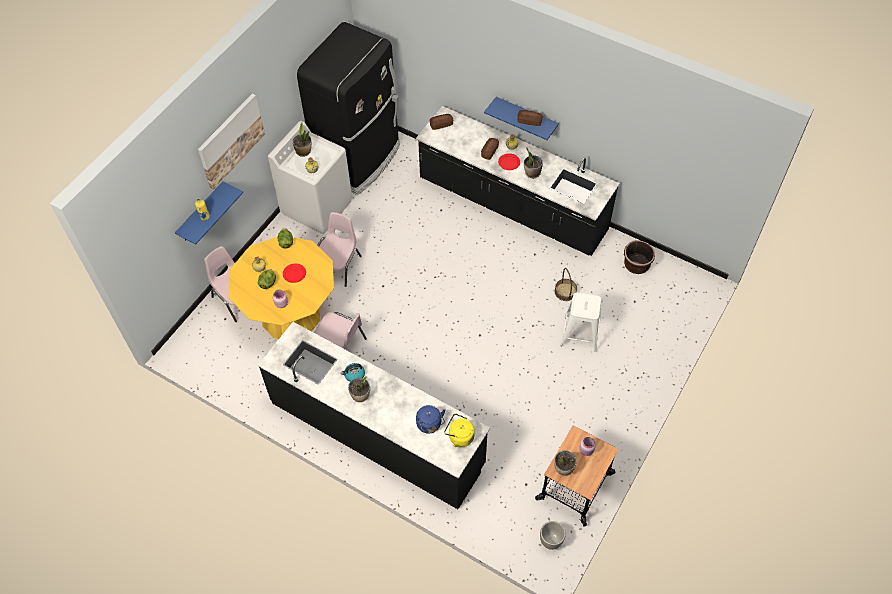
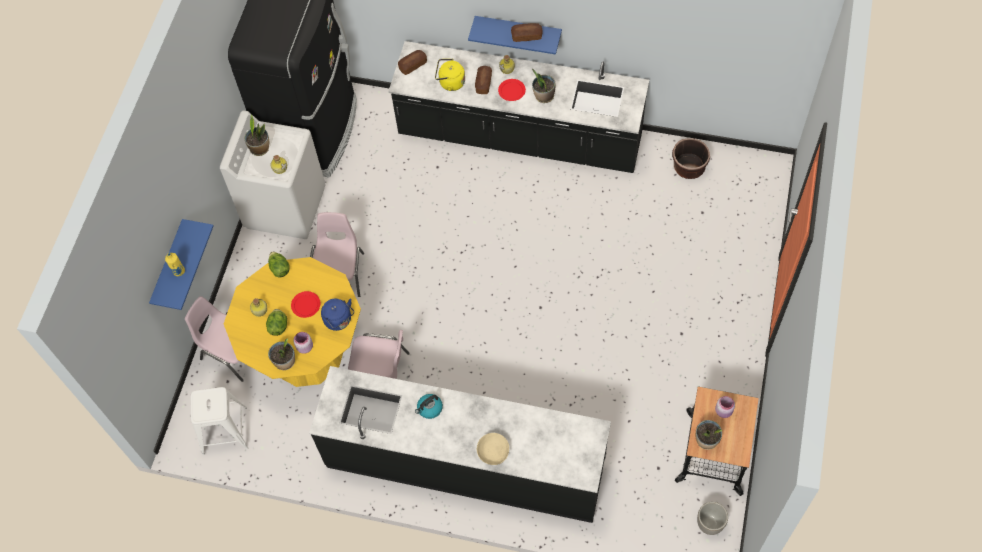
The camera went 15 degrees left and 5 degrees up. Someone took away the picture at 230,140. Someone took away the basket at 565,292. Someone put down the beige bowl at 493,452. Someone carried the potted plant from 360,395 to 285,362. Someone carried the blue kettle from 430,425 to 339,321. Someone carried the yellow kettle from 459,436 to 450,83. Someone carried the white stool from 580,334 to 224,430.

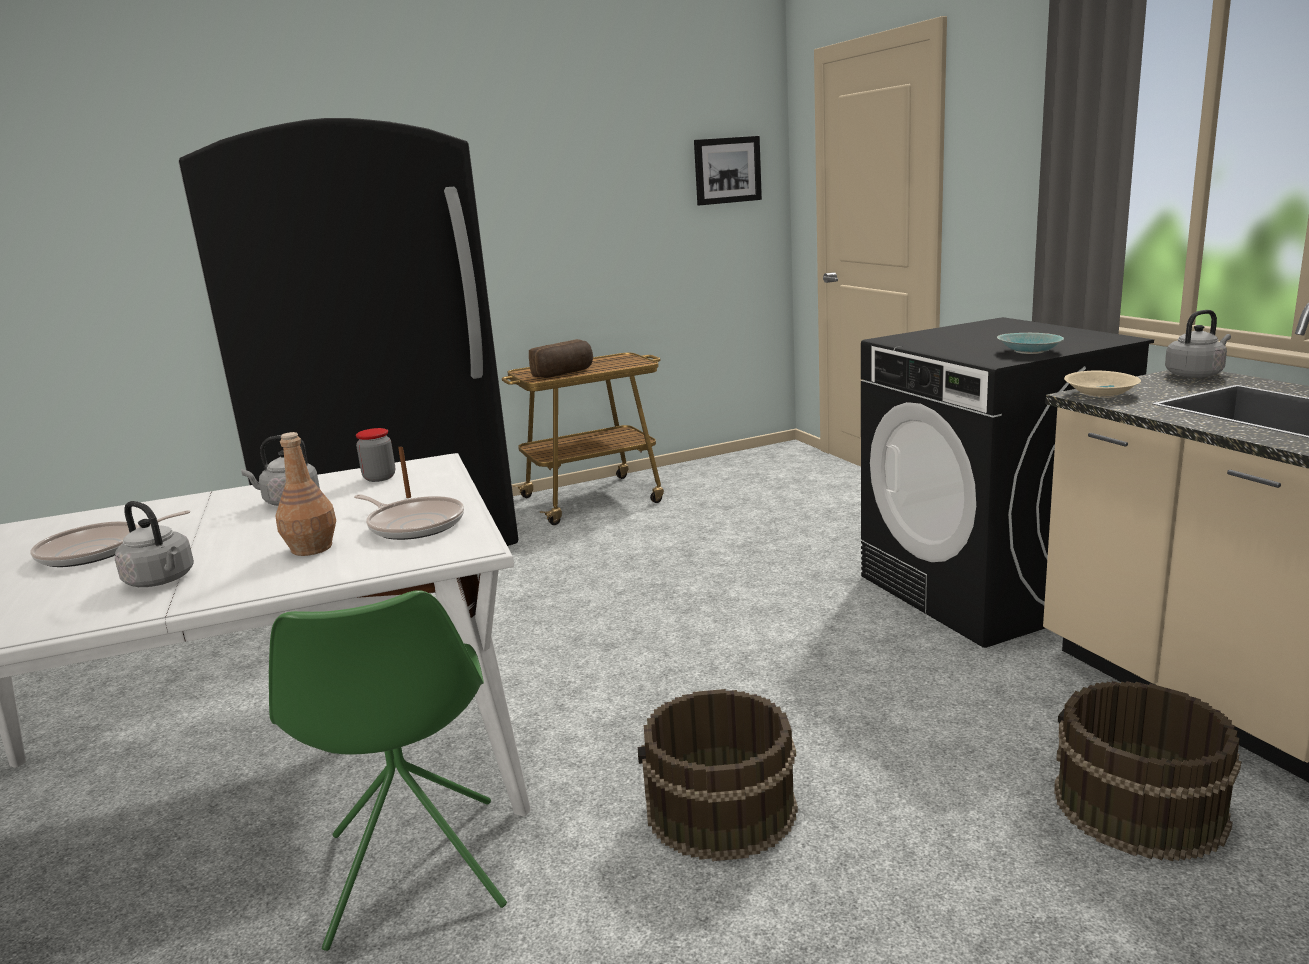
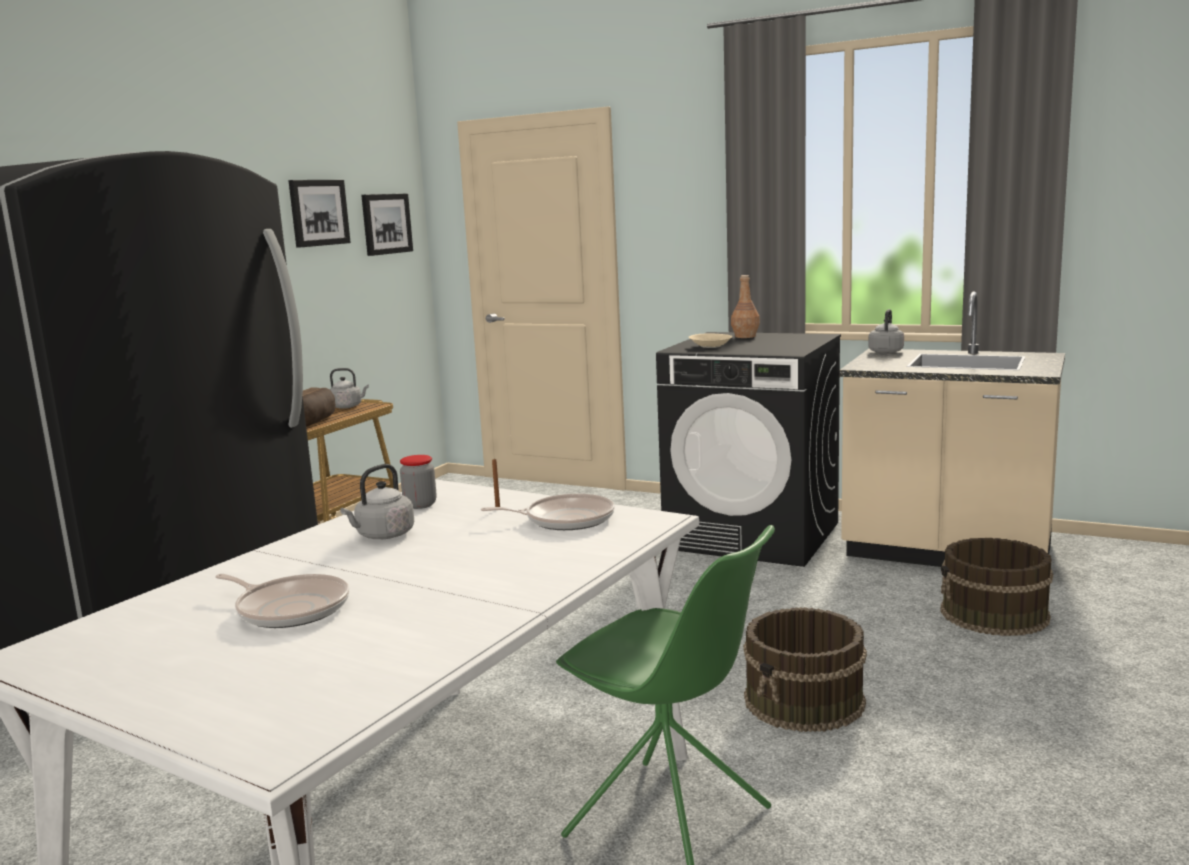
The camera went 40 degrees left and 5 degrees down. Someone took away the turquoise bowl at 1029,351. Someone put up the picture at 318,212. Someone carried the grey kettle from 162,580 to 348,406. Someone carried the brown bottle from 312,548 to 745,336. Someone carried the beige bowl from 1103,394 to 711,346. Someone rotated the frying pan at 97,551 by 75 degrees counterclockwise.

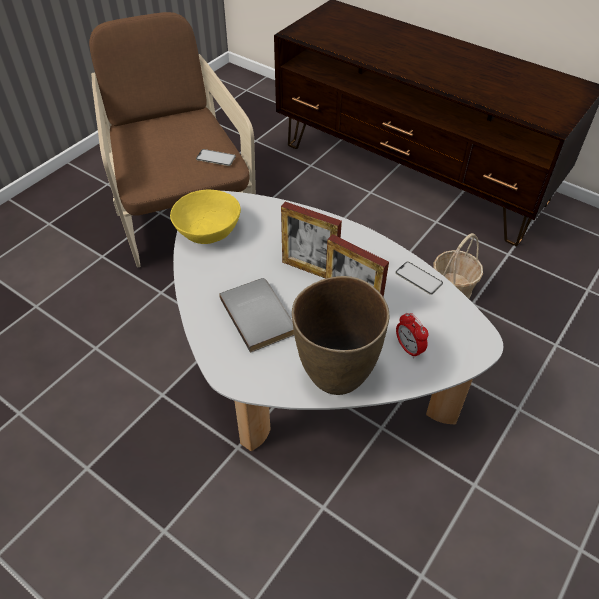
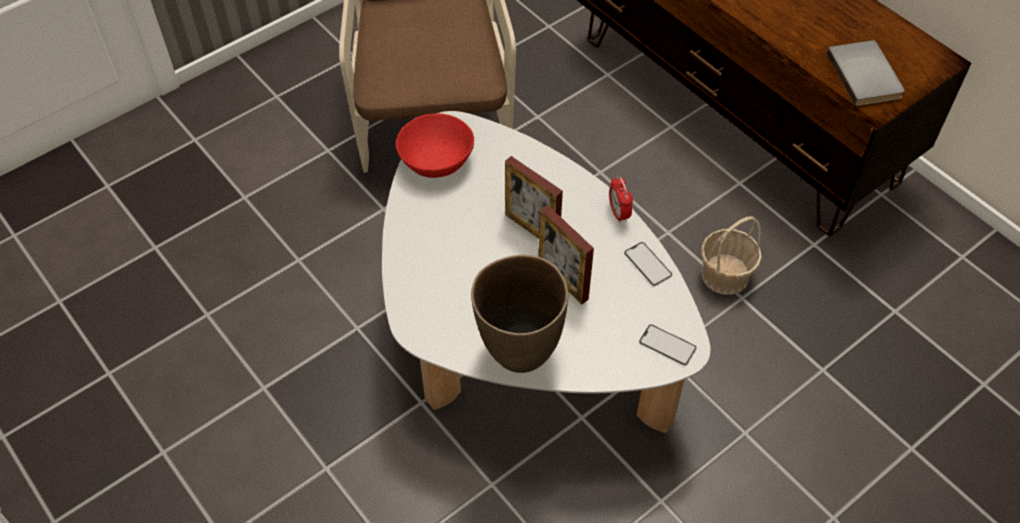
The camera went 15 degrees right and 5 degrees up. Someone carried the phone from 216,158 to 667,345. Someone carried the grey book from 260,315 to 866,75. Someone carried the alarm clock from 409,348 to 618,213. Someone repainted the yellow bowl at 207,231, which became the red bowl at 436,160.

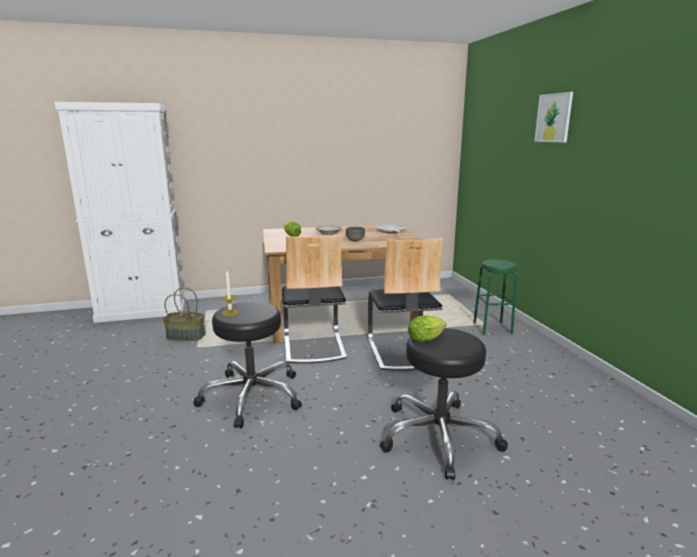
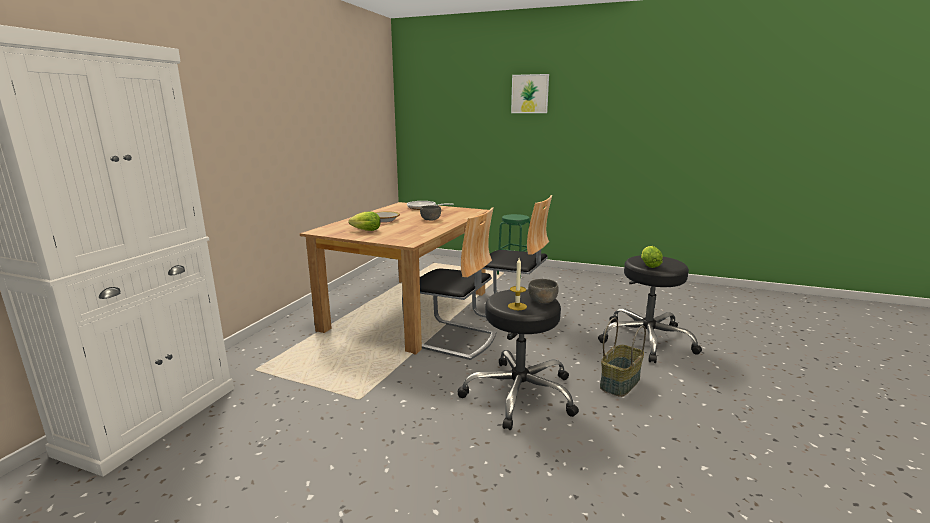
The camera went 55 degrees left and 0 degrees up. Someone put down the grey bowl at 542,301. Someone carried the basket from 186,336 to 619,382.

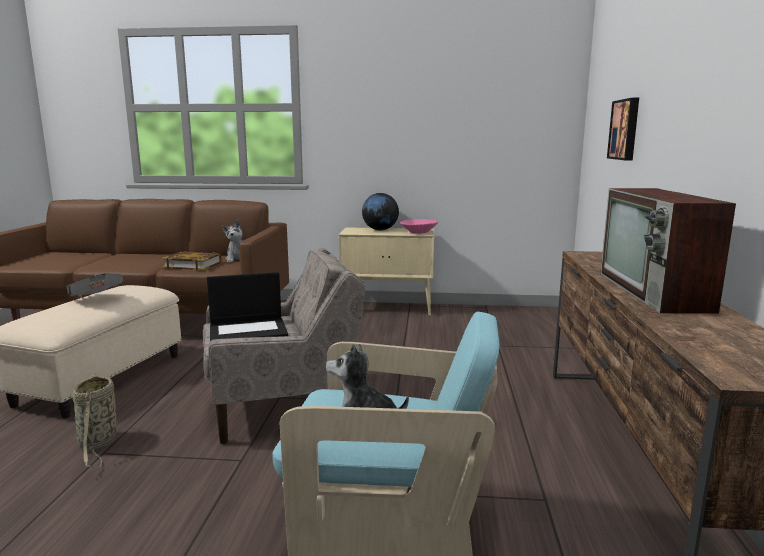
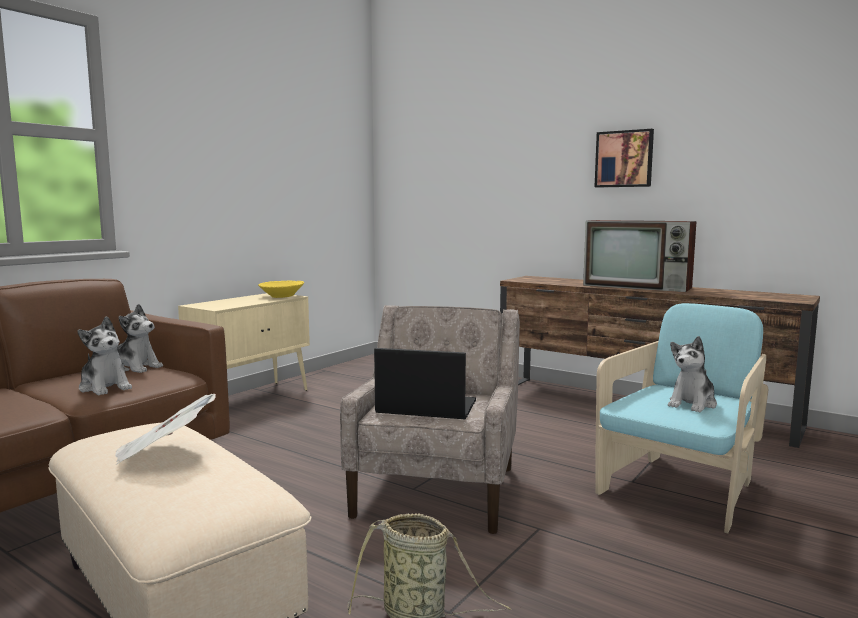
The camera went 60 degrees left and 5 degrees down. Someone took away the globe at 380,230. Someone carried the picture from 625,129 to 624,159. Someone swapped the book at 192,265 for the plush toy at 105,387. Someone repainted the pink bowl at 418,232, which became the yellow bowl at 281,296. Someone rotated the laptop at 249,331 by 90 degrees counterclockwise.

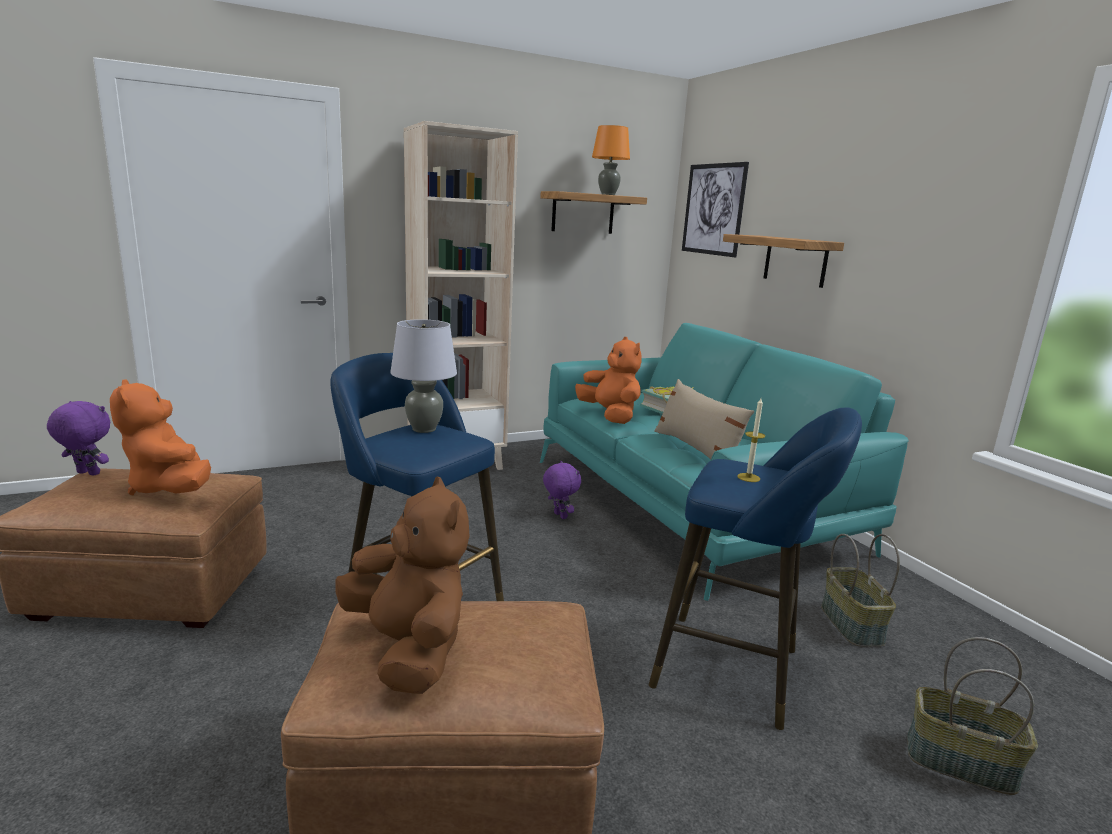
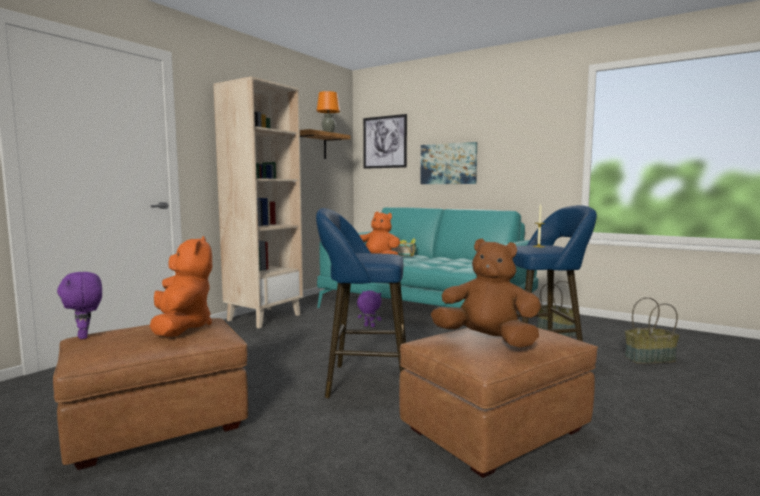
The camera went 30 degrees left and 10 degrees down. Someone took away the grey table lamp at 424,429. Someone took away the beige pillow at 696,450. Someone swapped the shelf at 795,261 for the picture at 448,164. Someone rotated the purple plush toy at 86,474 by 105 degrees counterclockwise. Someone rotated the orange plush toy at 170,488 by 135 degrees counterclockwise.

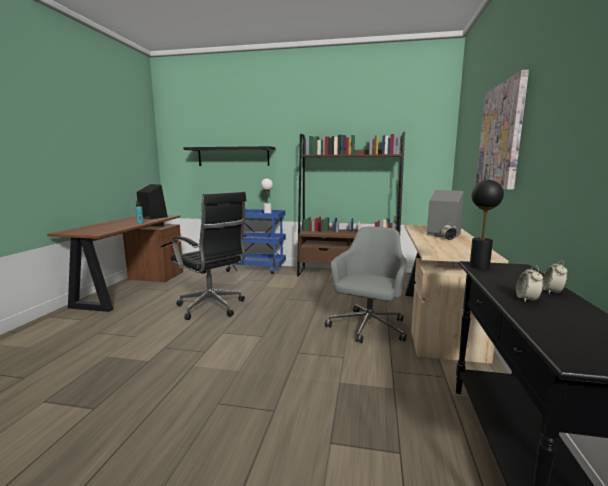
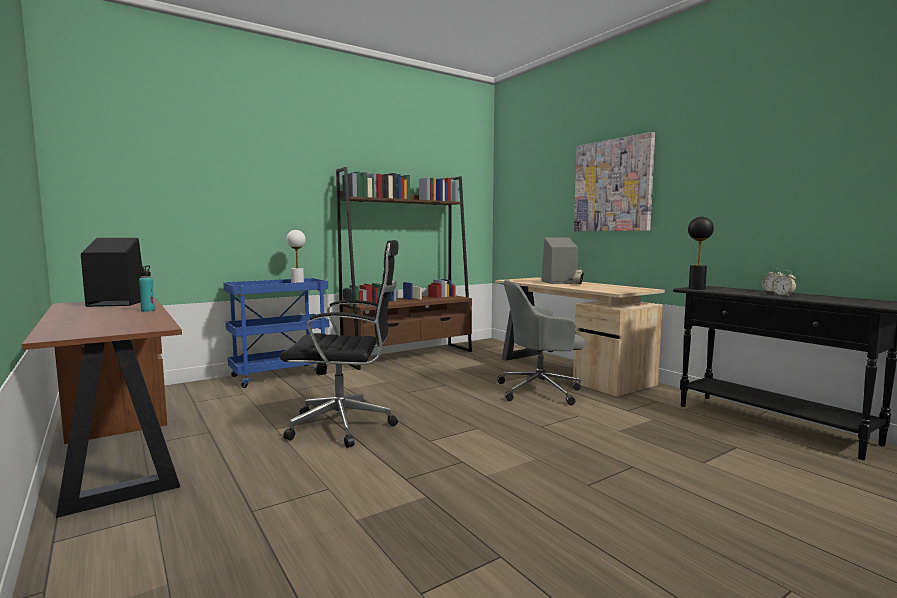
The camera went 45 degrees left and 5 degrees down. Someone took away the black shelf at 233,156. Someone rotated the grey office chair at 367,328 by 75 degrees counterclockwise.

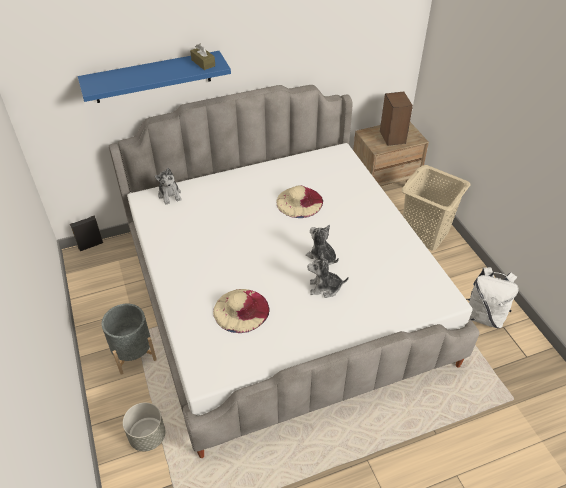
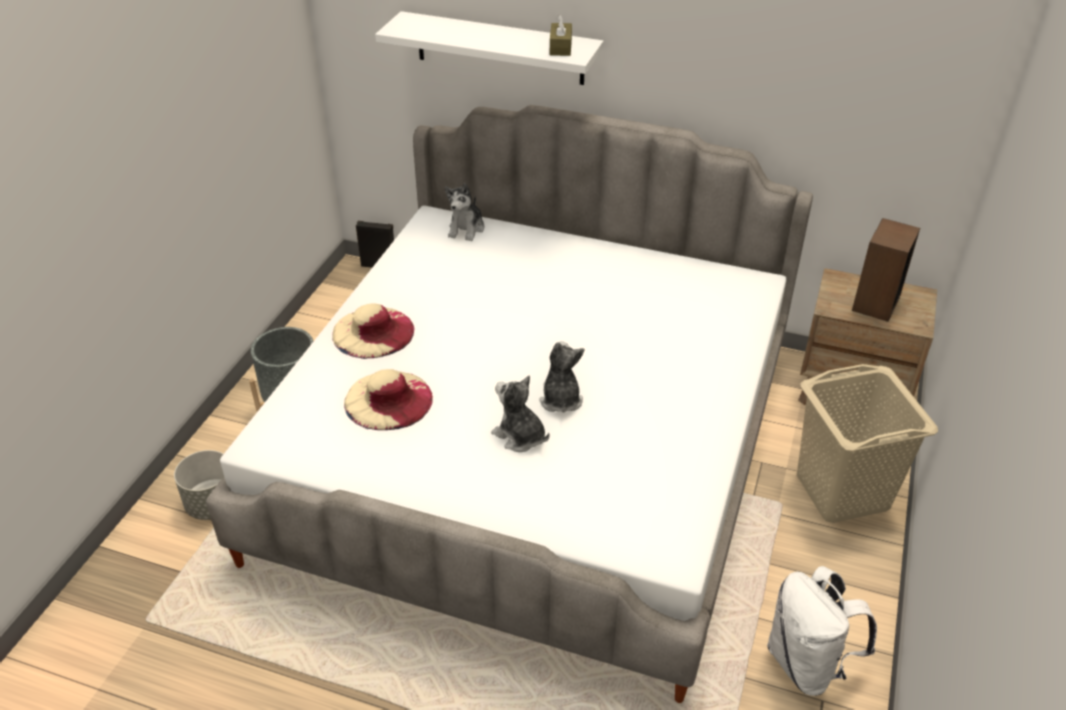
The camera went 40 degrees right and 5 degrees down. Someone carried the beige hat from 299,202 to 373,332. Someone repainted the blue shelf at 152,77, which became the white shelf at 500,48.

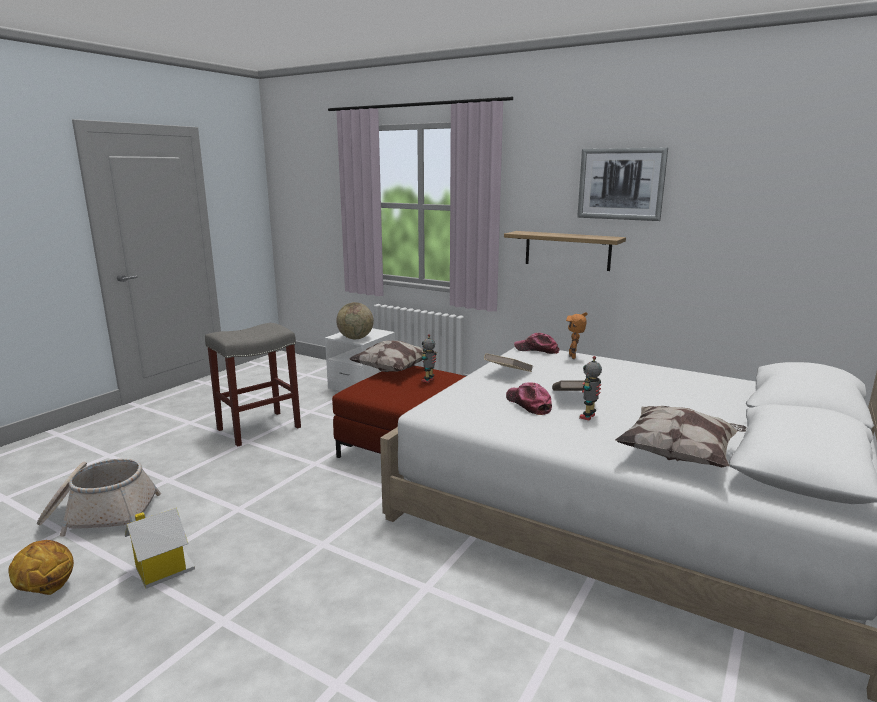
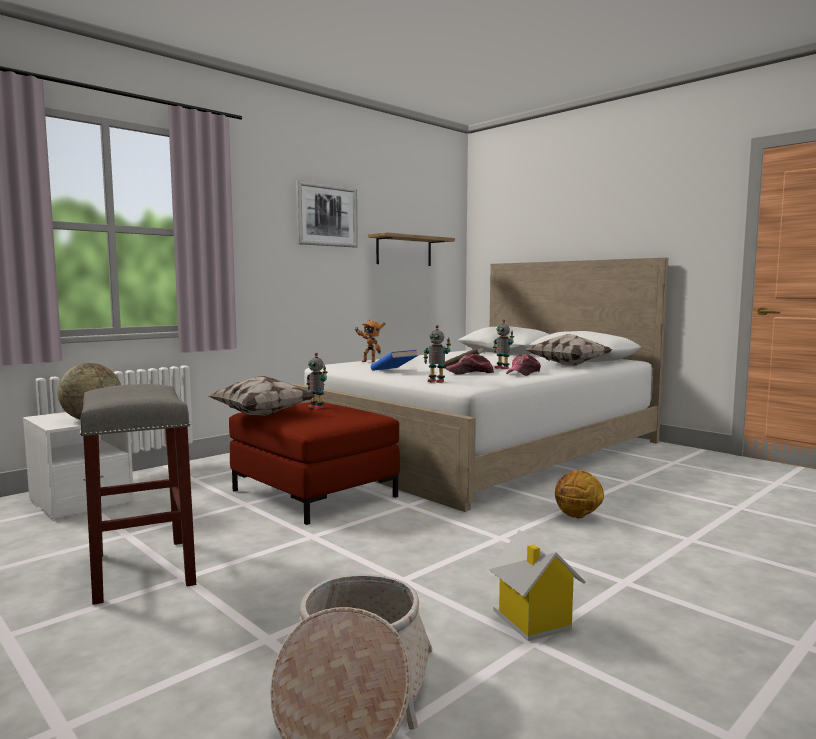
The camera went 75 degrees left and 10 degrees down. Someone put down the toy robot at 436,381. Someone carried the basketball from 46,589 to 577,516. Someone carried the shelf from 567,250 to 404,251. Someone carried the cap from 537,350 to 523,373. Someone repainted the beige book at 508,373, which became the blue book at 393,371.

